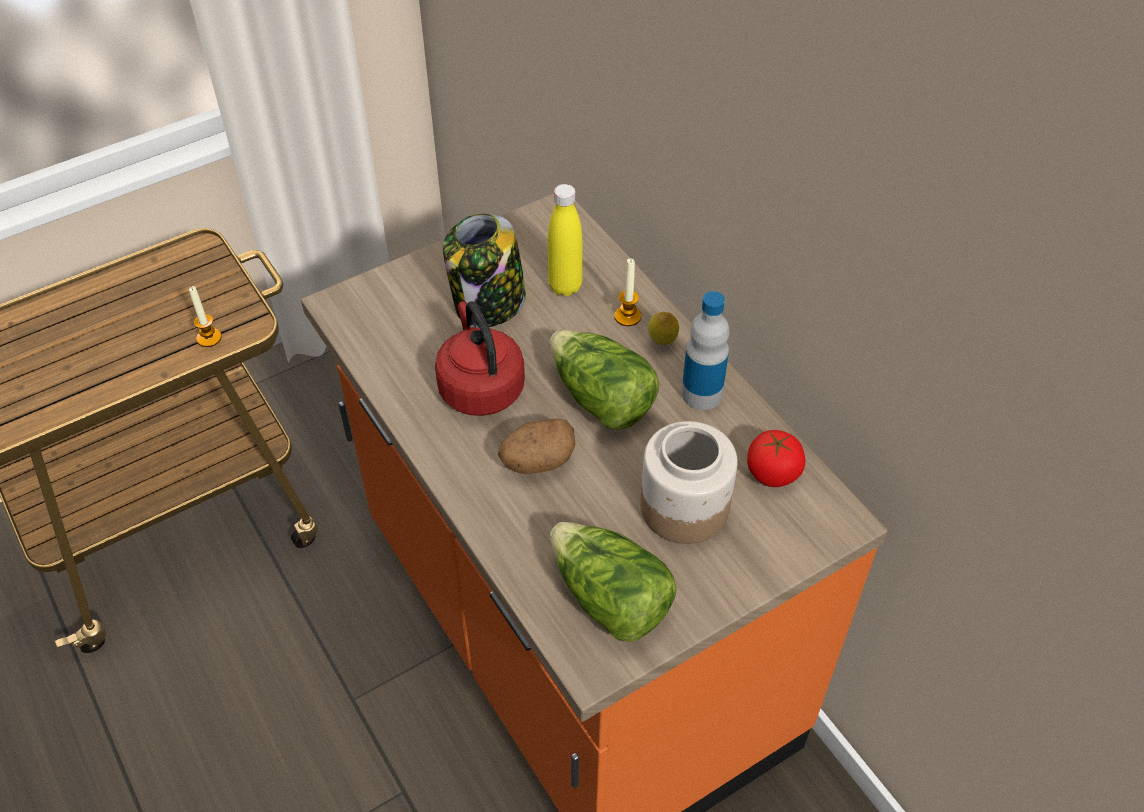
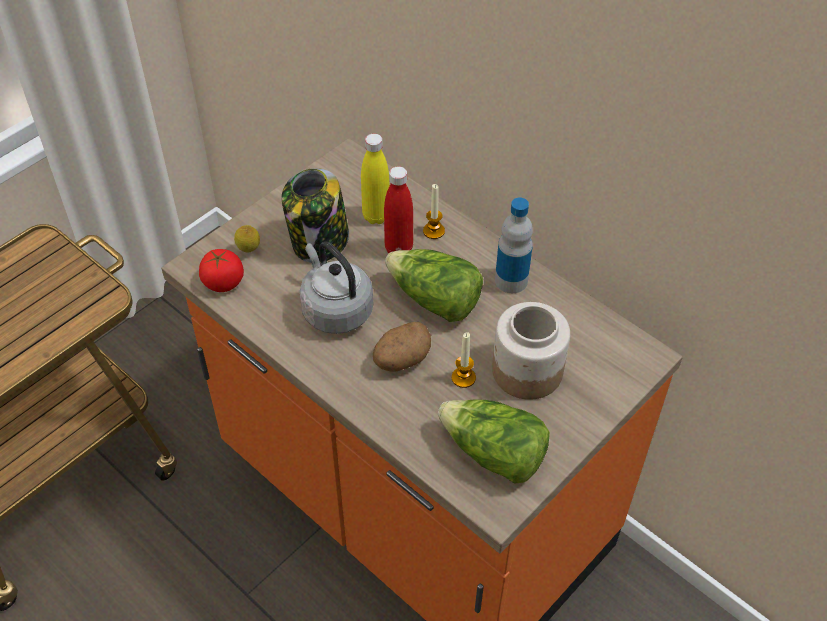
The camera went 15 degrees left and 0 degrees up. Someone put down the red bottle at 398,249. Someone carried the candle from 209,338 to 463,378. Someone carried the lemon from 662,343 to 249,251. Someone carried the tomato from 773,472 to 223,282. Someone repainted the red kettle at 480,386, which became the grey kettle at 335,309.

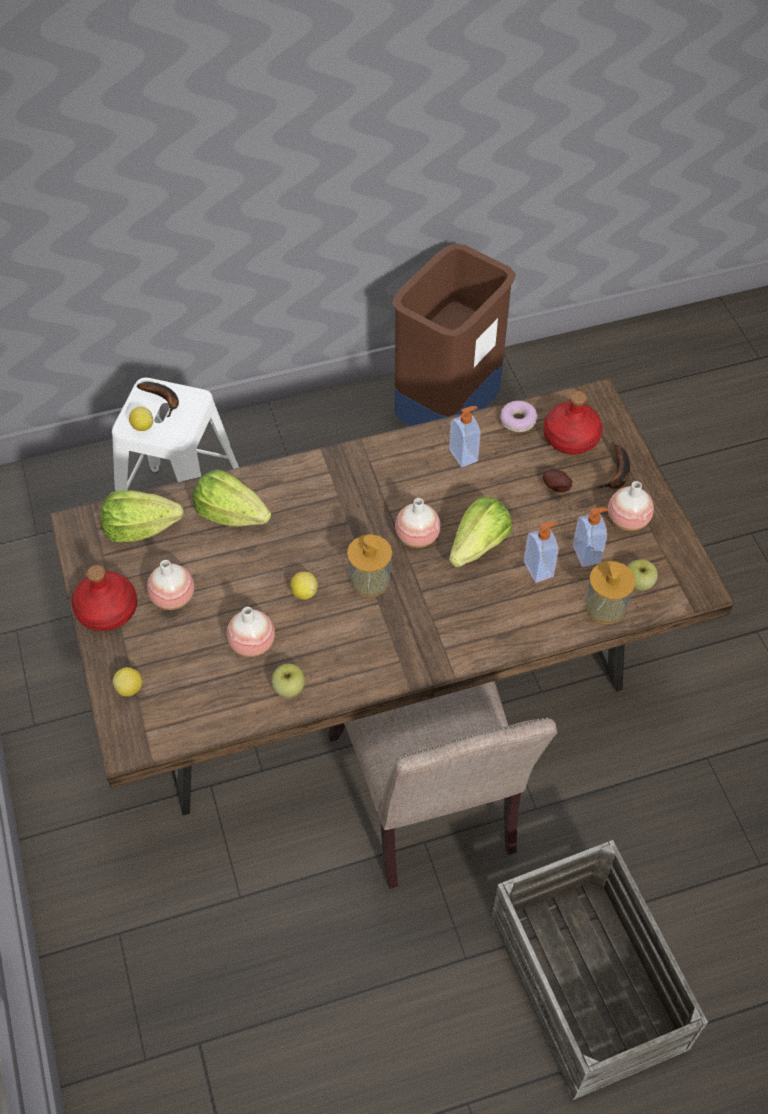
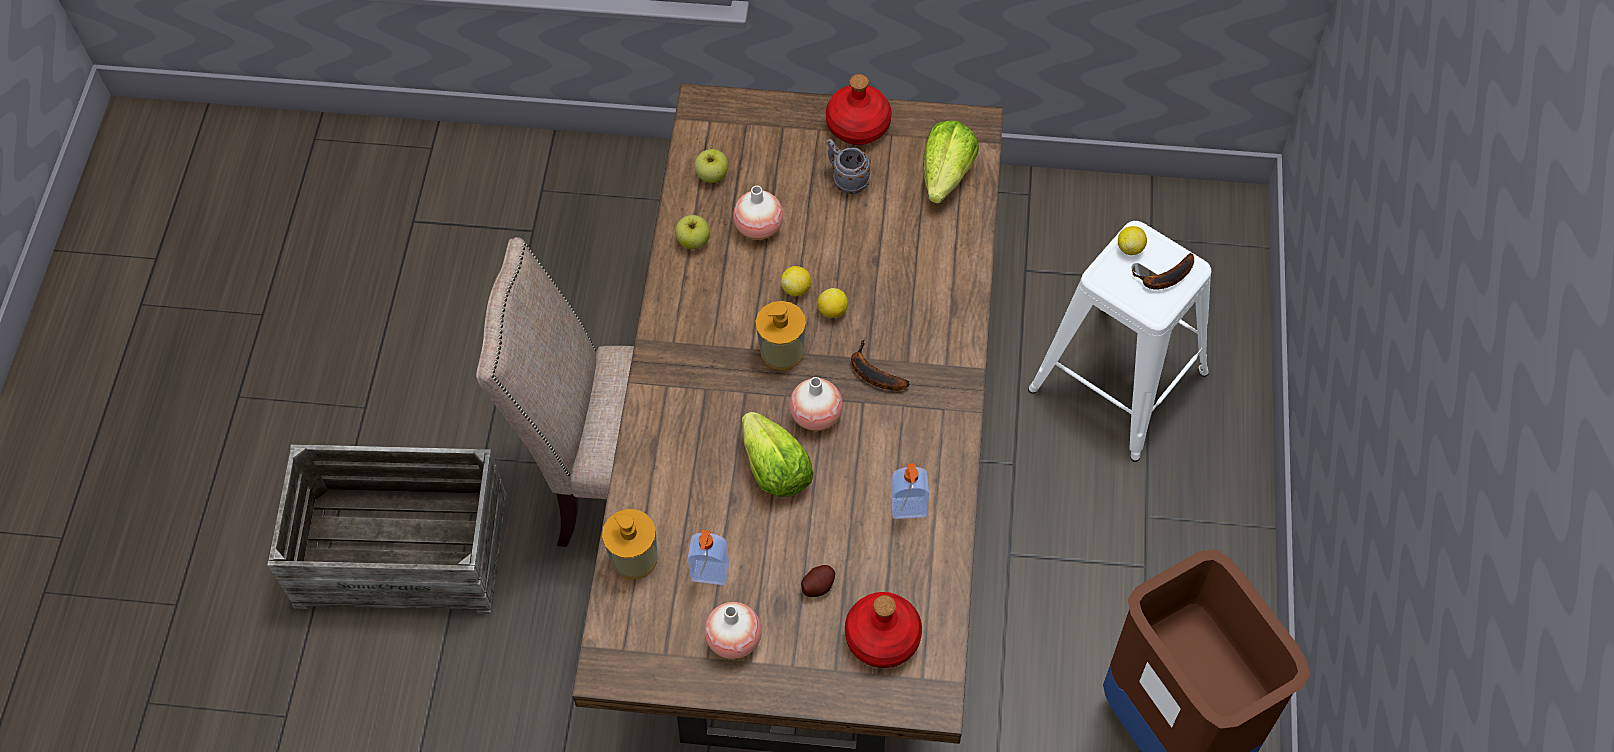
The camera went 115 degrees right and 5 degrees up. Someone took away the lettuce at 231,514. Someone took away the donut at 518,421. Someone took away the soap dispenser at 539,569. Someone carried the lemon from 130,688 to 832,311. Someone carried the banana from 617,474 to 872,373. Someone carried the apple from 638,583 to 712,175. Someone swapped the vase at 173,598 for the grey mug at 846,179.

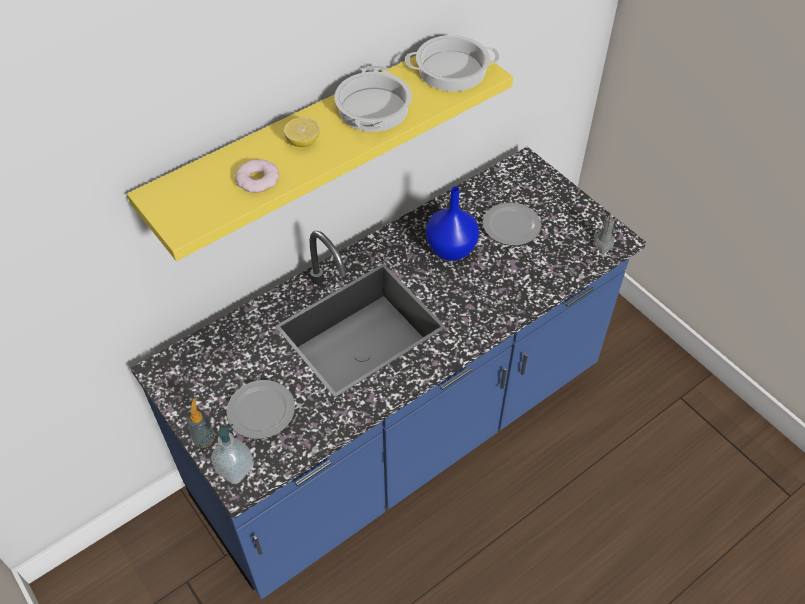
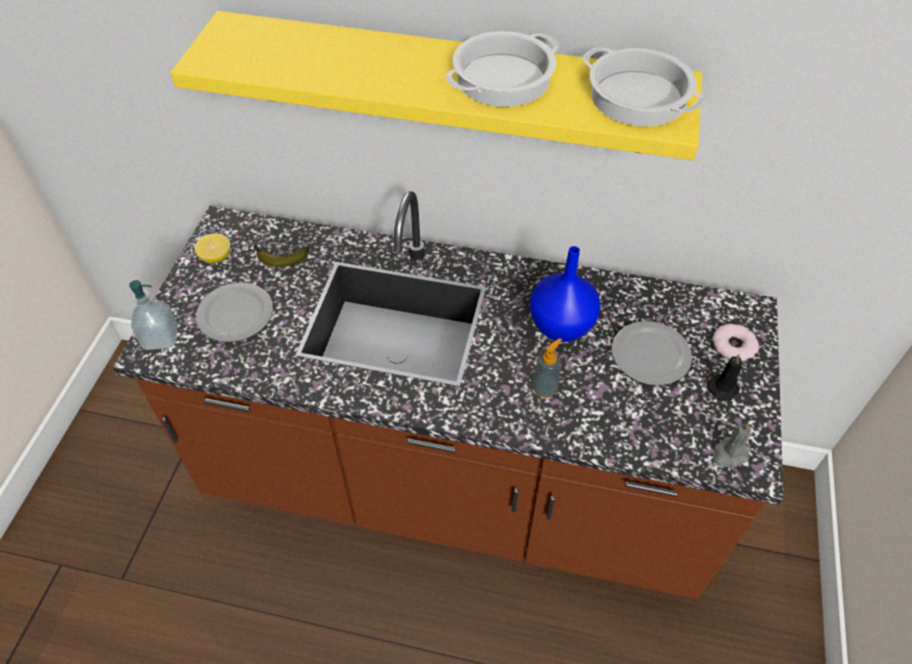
The camera went 50 degrees right and 0 degrees up. Someone put down the banana at 279,258. Someone put down the black candle at 723,387. Someone carried the soap dispenser from 204,439 to 544,388. Someone carried the donut from 258,179 to 734,345. Someone carried the lemon from 303,142 to 216,257. Someone repainted the blue counter at 402,435, which became the brown counter at 456,486.

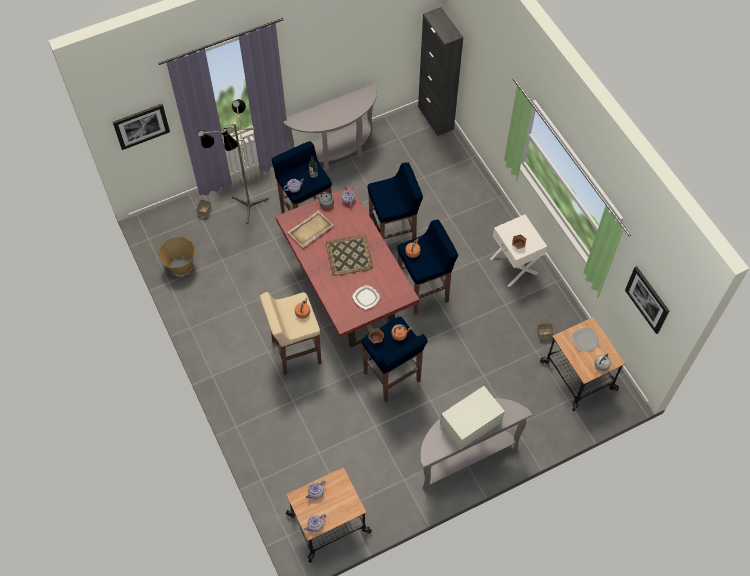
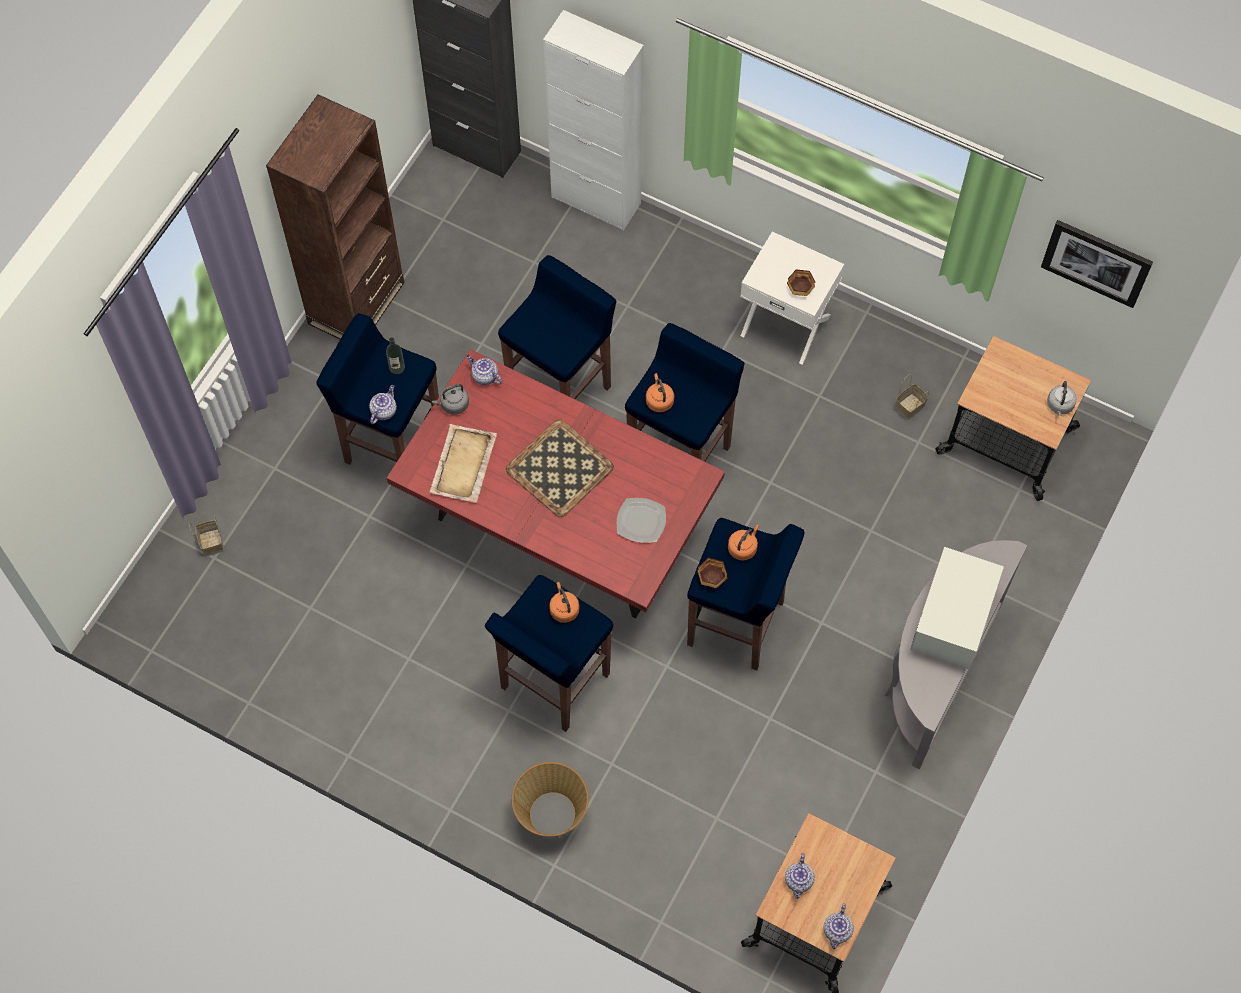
The camera went 35 degrees left and 5 degrees up. Someone took away the picture at 141,126. Someone took away the floor lamp at 245,207. Someone took away the plate at 585,340. Someone put down the white cabinet at 596,200. Someone carried the basket from 180,265 to 551,814. Someone swapped the grey console table at 336,152 for the brown bookcase at 356,303. Someone repainted the beige stool at 295,352, which became the blue stool at 554,682.

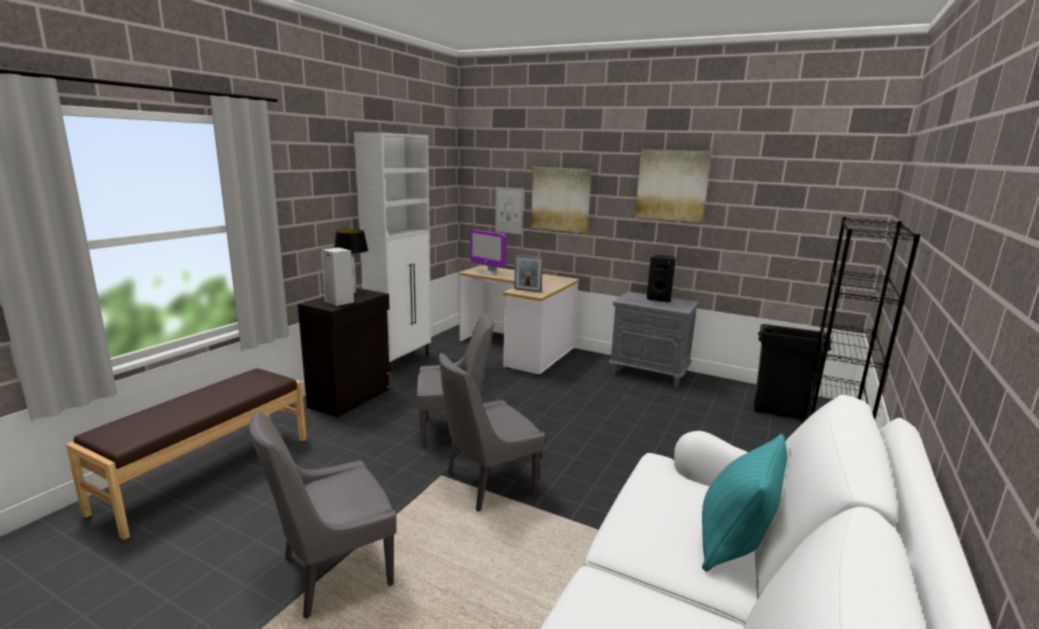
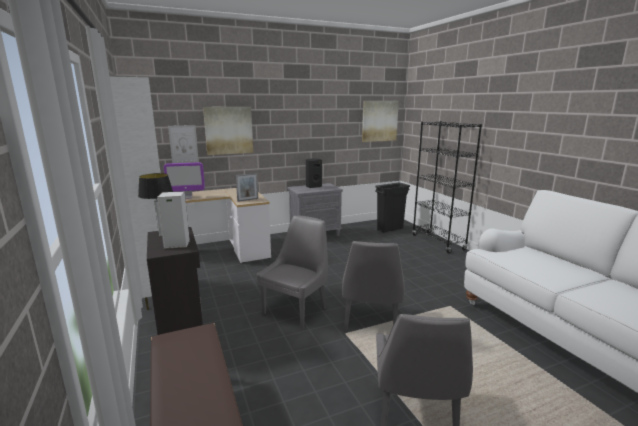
The camera went 50 degrees left and 0 degrees up. Someone took away the turquoise pillow at 735,543. Someone carried the picture from 672,185 to 379,121.

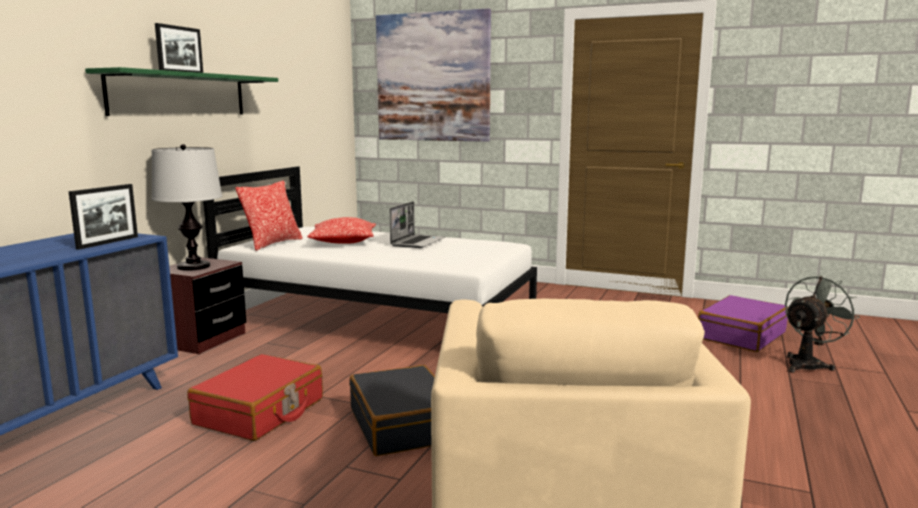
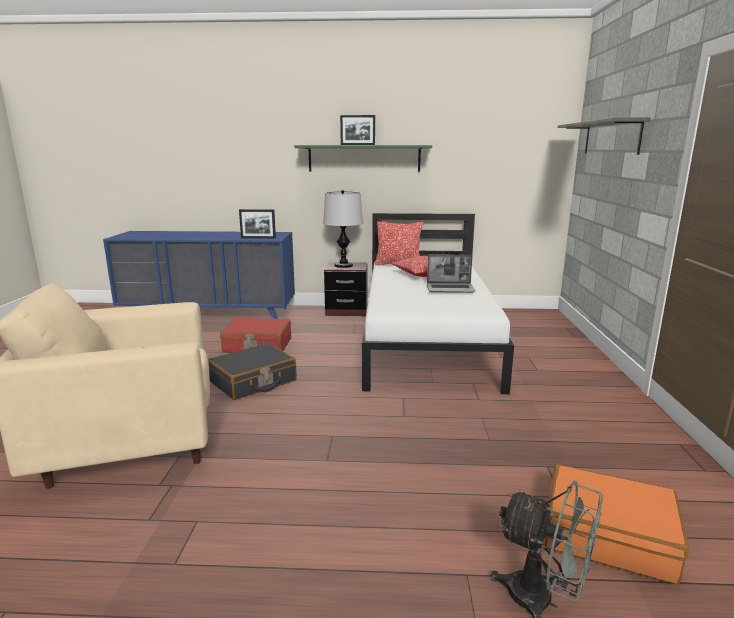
The camera went 70 degrees right and 5 degrees up. Someone swapped the picture at 433,77 for the shelf at 611,138. Someone repainted the purple suitcase at 740,335, which became the orange suitcase at 608,535.

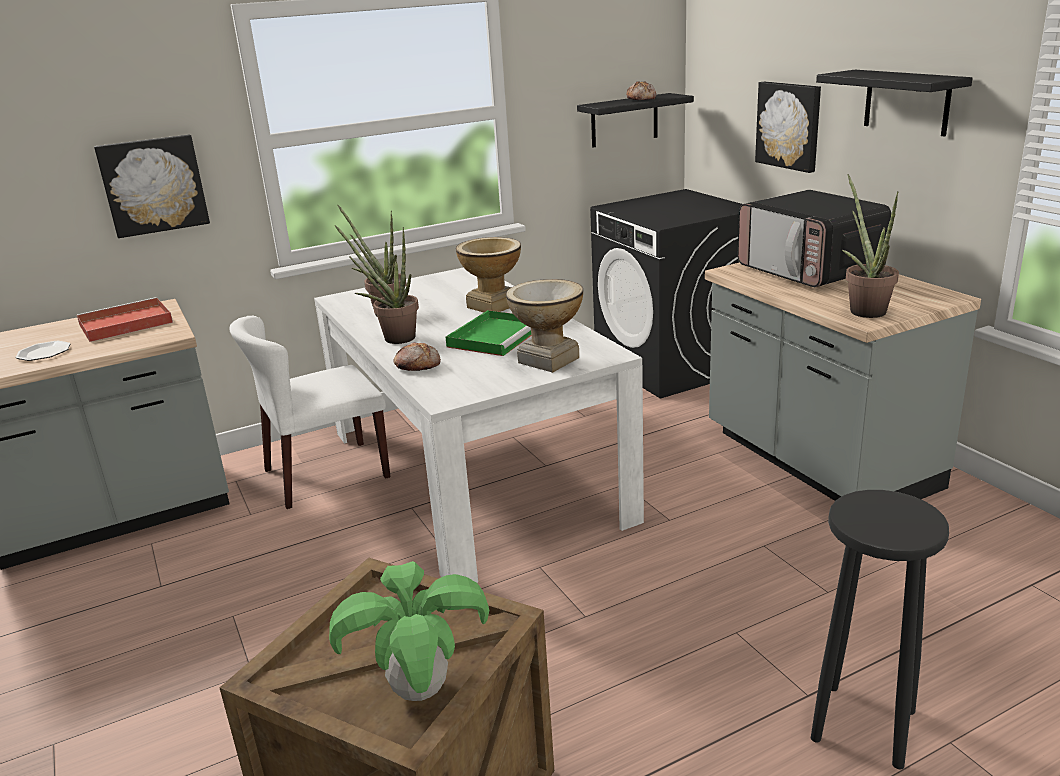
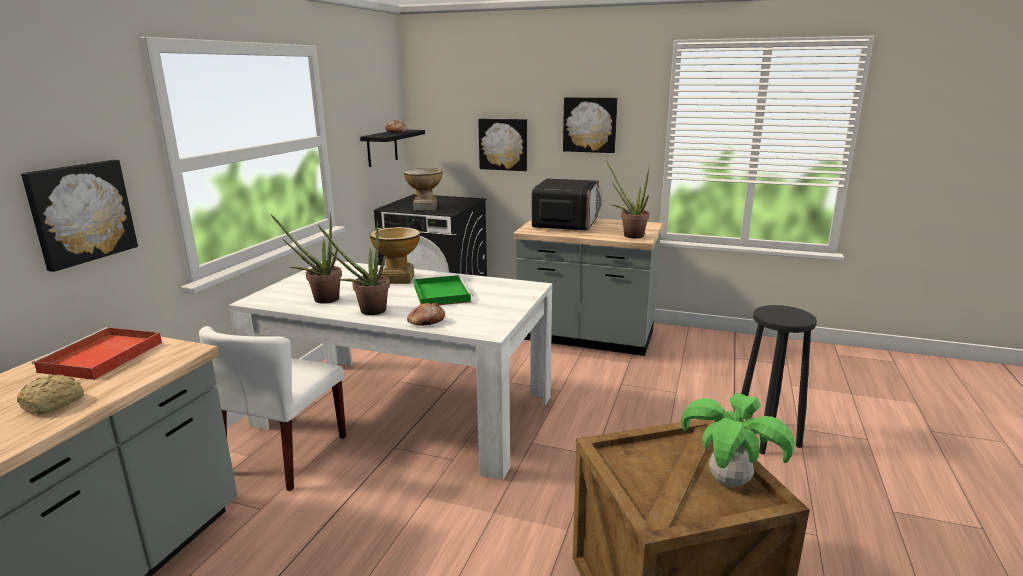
The camera went 45 degrees left and 5 degrees down. Someone carried the vase from 548,360 to 425,208. Someone swapped the plate at 44,353 for the bread at 55,403. Someone swapped the black shelf at 906,102 for the picture at 590,124. Someone rotated the microwave at 809,270 by 90 degrees counterclockwise.

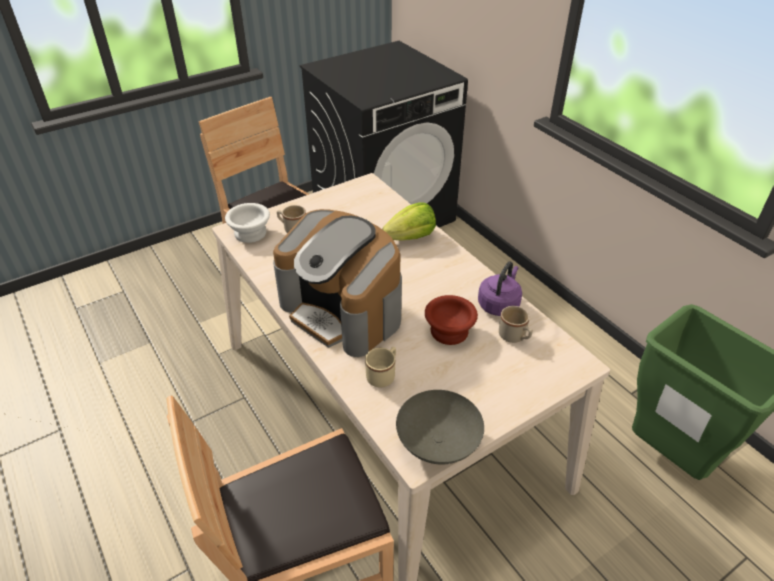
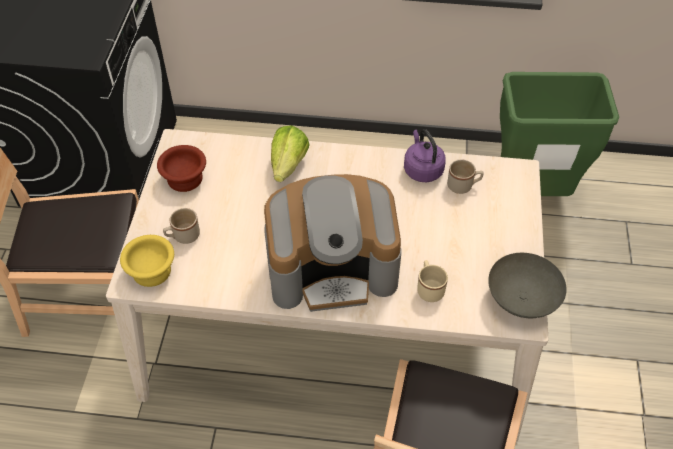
The camera went 50 degrees left and 10 degrees up. Someone carried the brown bowl from 450,332 to 186,178. Someone repainted the white bowl at 251,232, which became the yellow bowl at 152,270.

